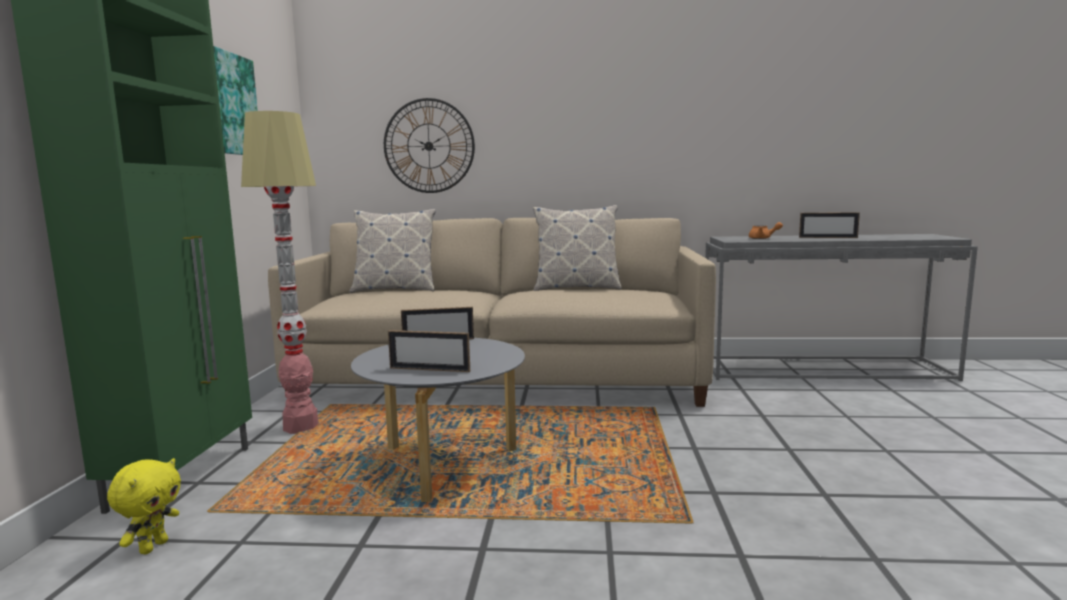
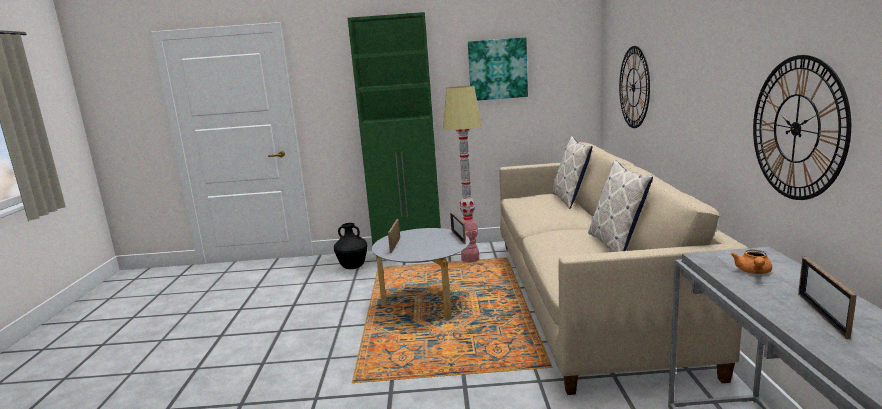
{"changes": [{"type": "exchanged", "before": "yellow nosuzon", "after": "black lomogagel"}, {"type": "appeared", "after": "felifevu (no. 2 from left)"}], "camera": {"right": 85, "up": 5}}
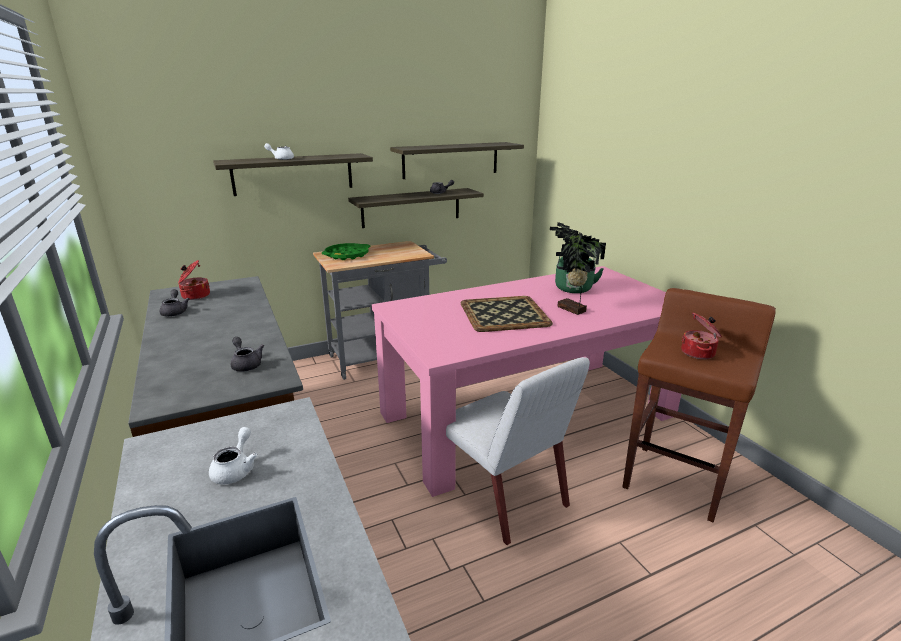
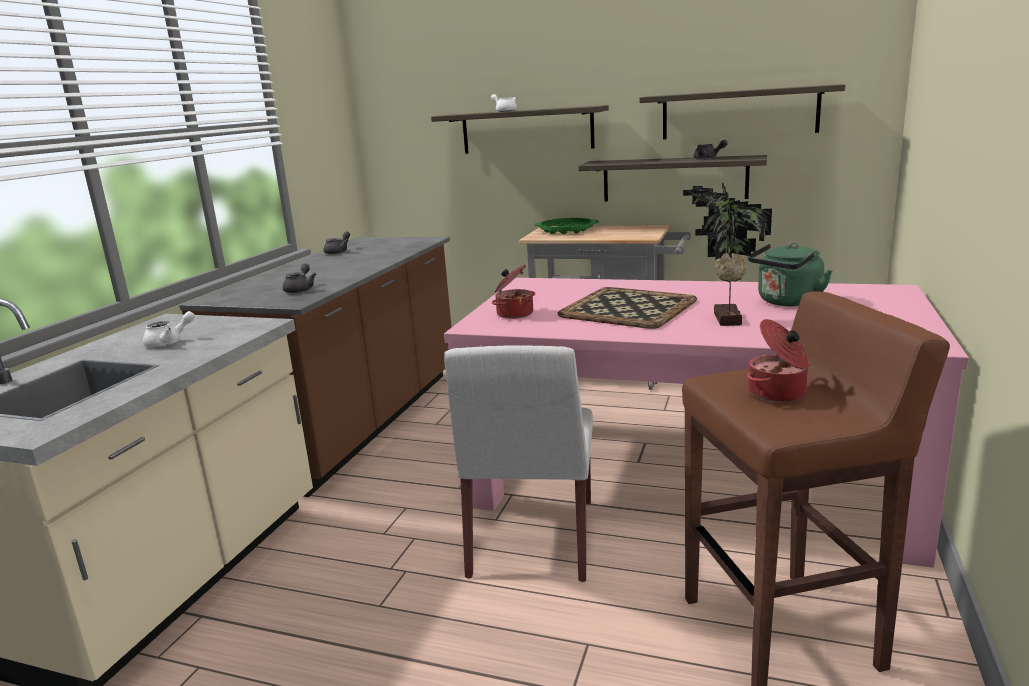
{"changes": [{"type": "relocated", "before": "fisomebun (no. 1 from left)"}], "camera": {"right": 45, "up": -5}}
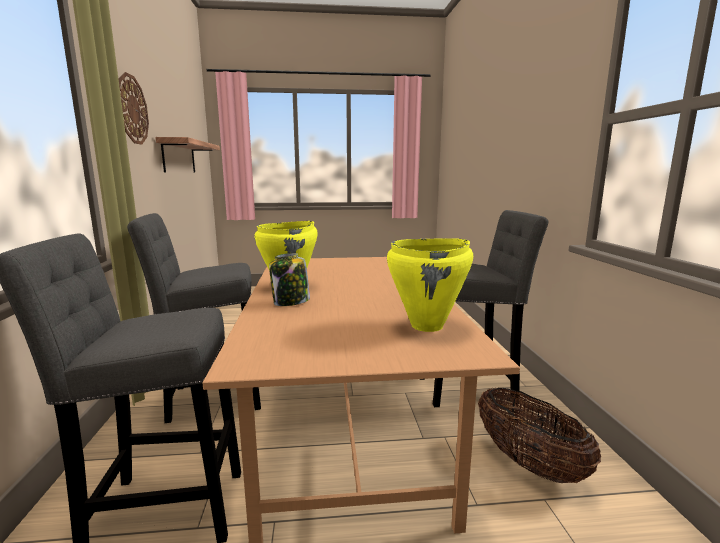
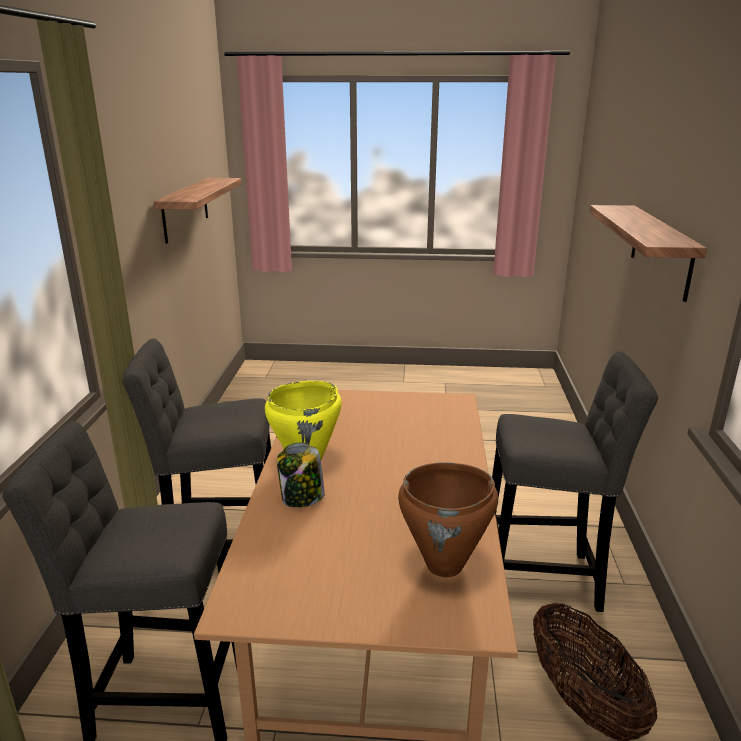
{"changes": [{"type": "colour", "before": "yellow fisomebun (no. 2 from left)", "after": "brown fisomebun"}, {"type": "appeared", "after": "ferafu (no. 2 from left)"}, {"type": "missing", "before": "felifevu"}], "camera": {"right": 10, "up": 10}}
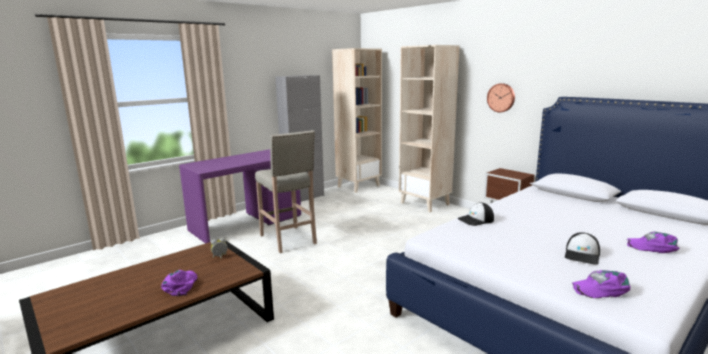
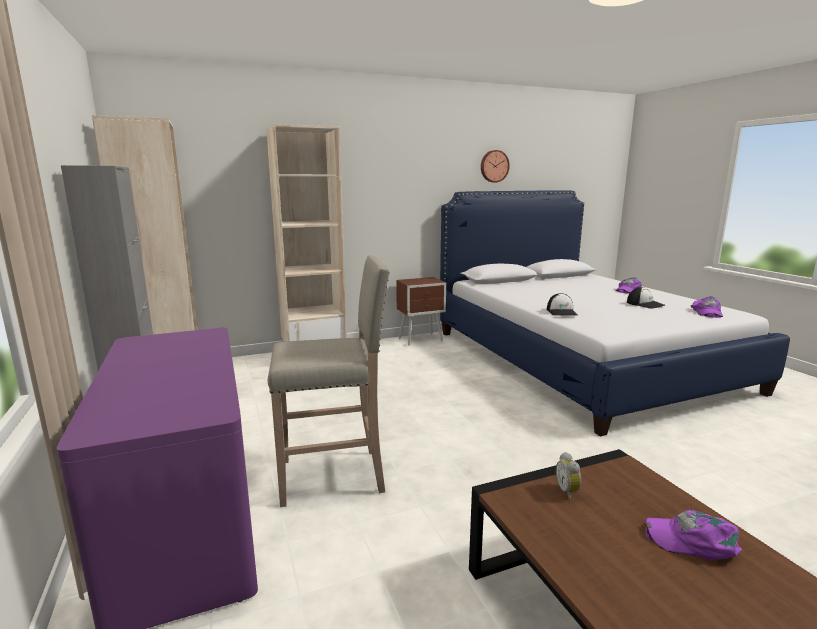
{"changes": [{"type": "relocated", "before": "felifevu"}], "camera": {"right": -70, "up": 0}}
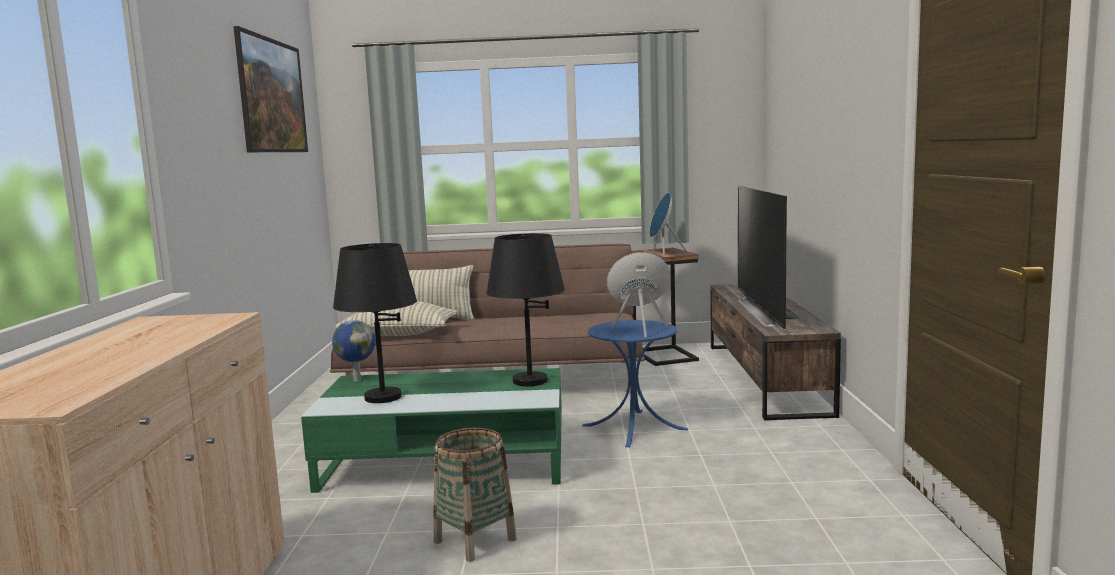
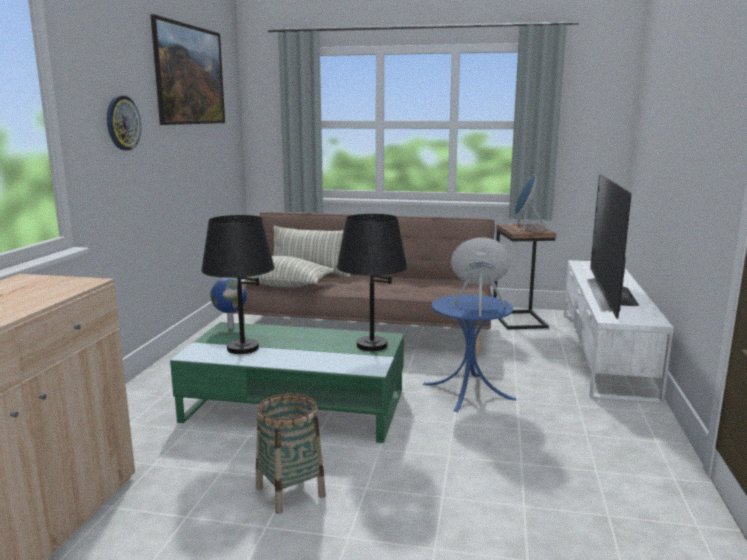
{"changes": [{"type": "appeared", "after": "felifevu"}, {"type": "colour", "before": "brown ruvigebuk", "after": "white ruvigebuk"}], "camera": {"right": 10, "up": 5}}
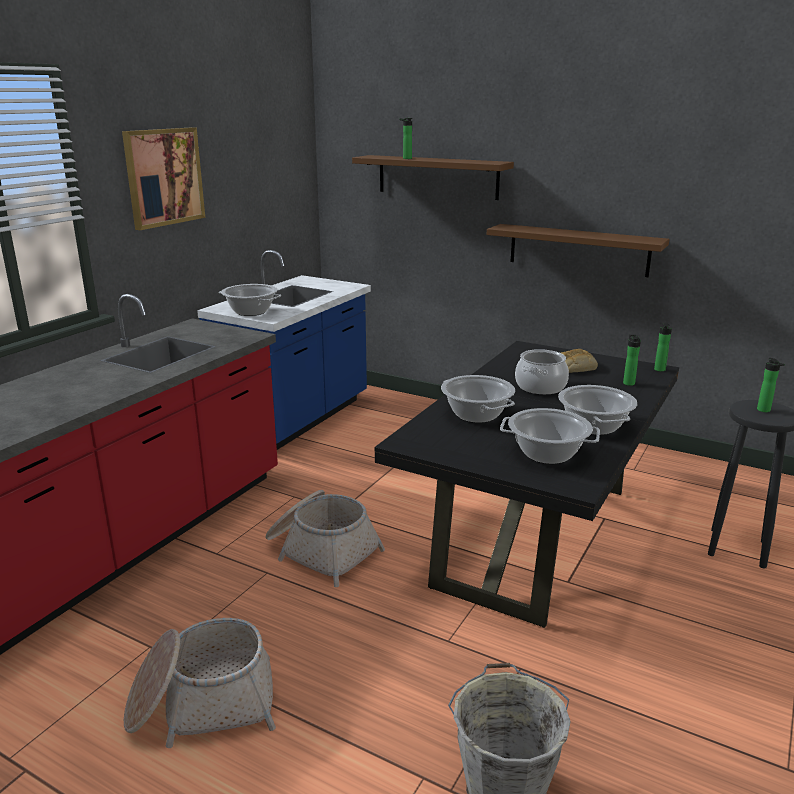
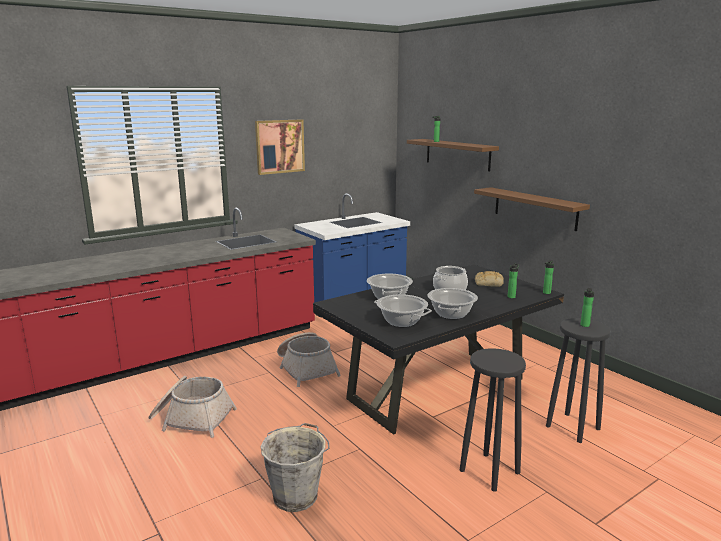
{"changes": [{"type": "appeared", "after": "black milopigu (no. 1 from left)"}, {"type": "missing", "before": "fisomebun (no. 1 from left)"}], "camera": {"right": 25, "up": -5}}
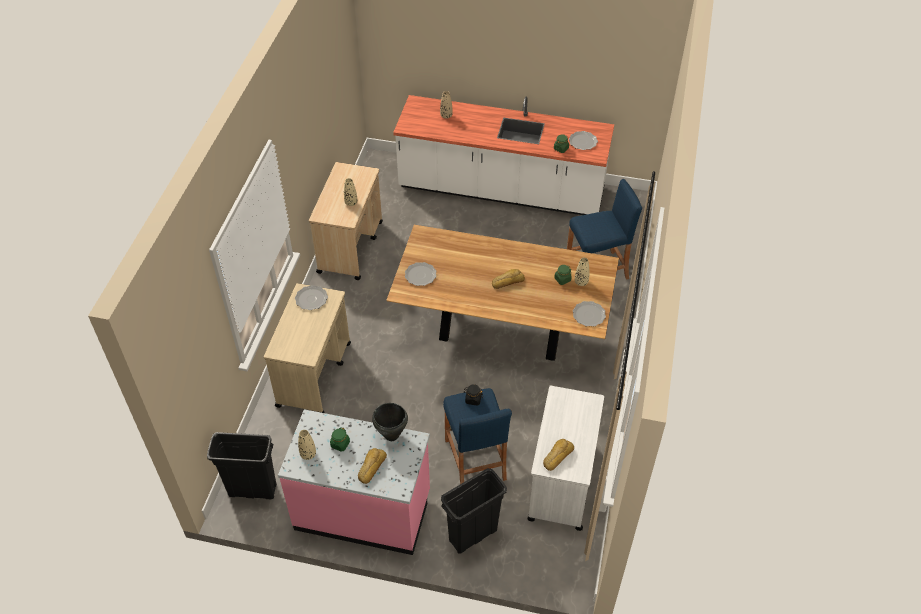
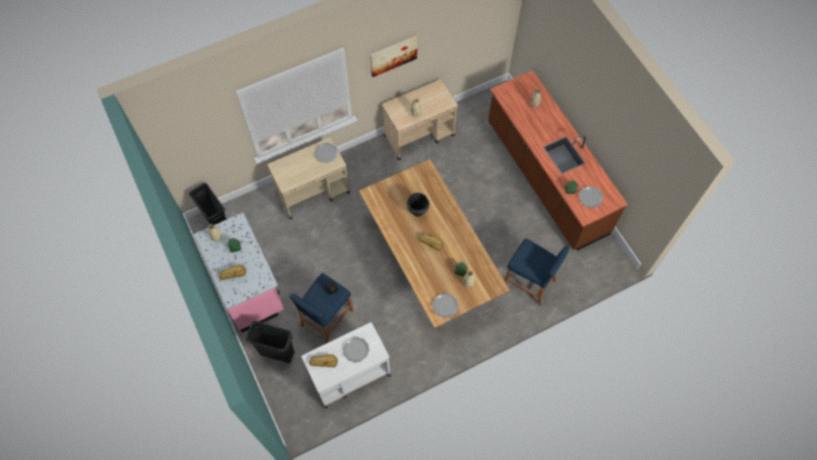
{"changes": [{"type": "relocated", "before": "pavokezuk (no. 2 from left)"}, {"type": "appeared", "after": "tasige"}, {"type": "relocated", "before": "black fisomebun"}, {"type": "colour", "before": "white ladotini", "after": "brown ladotini"}], "camera": {"right": 50, "up": 15}}
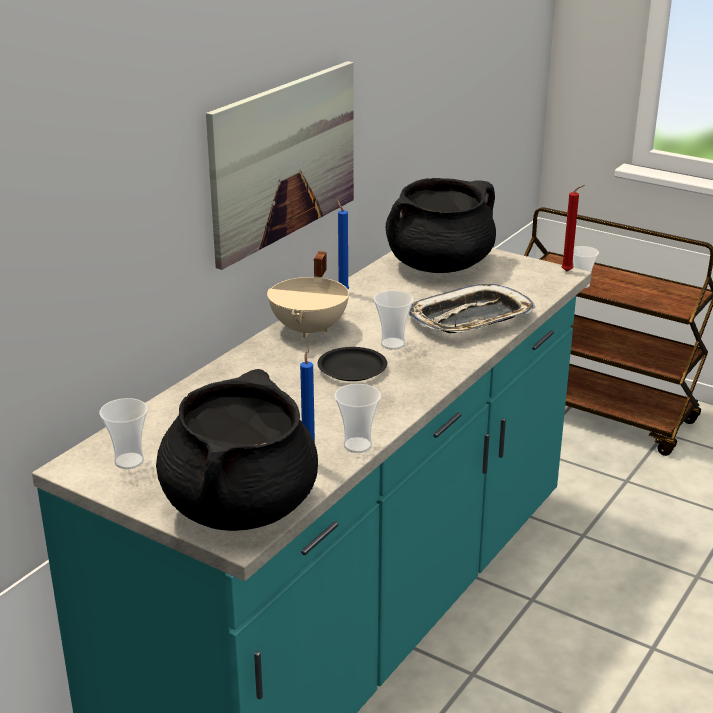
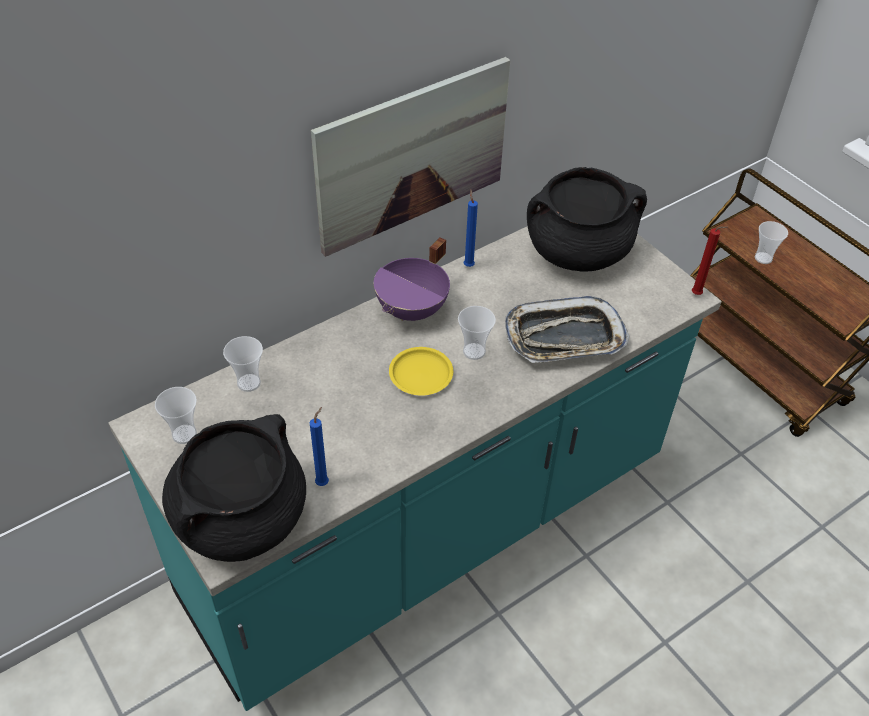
{"changes": [{"type": "relocated", "before": "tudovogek (no. 2 from left)"}, {"type": "colour", "before": "beige fisomebun", "after": "purple fisomebun"}, {"type": "colour", "before": "black pavokezuk", "after": "yellow pavokezuk"}], "camera": {"right": 20, "up": 20}}
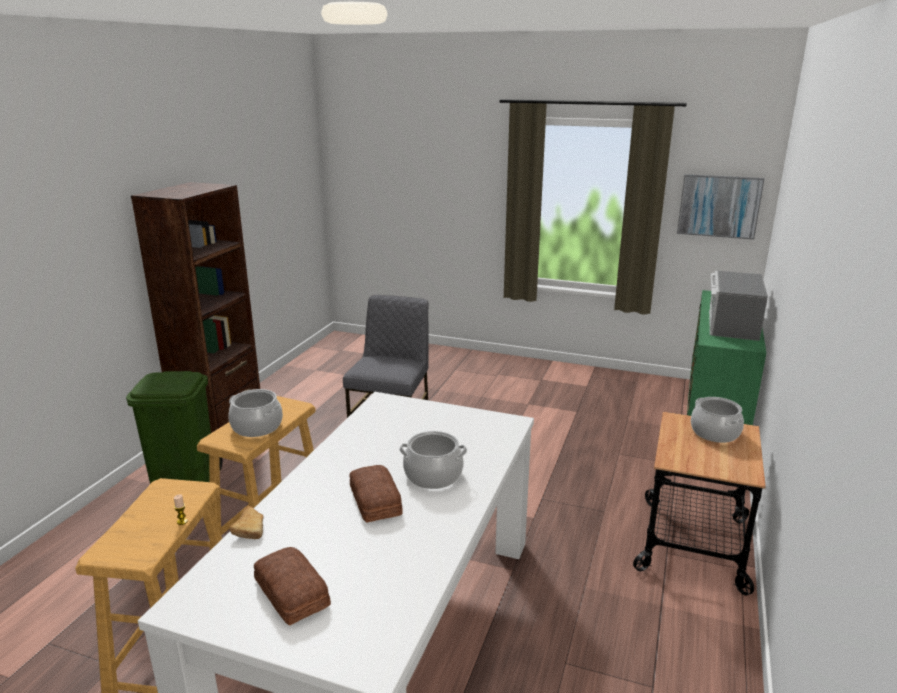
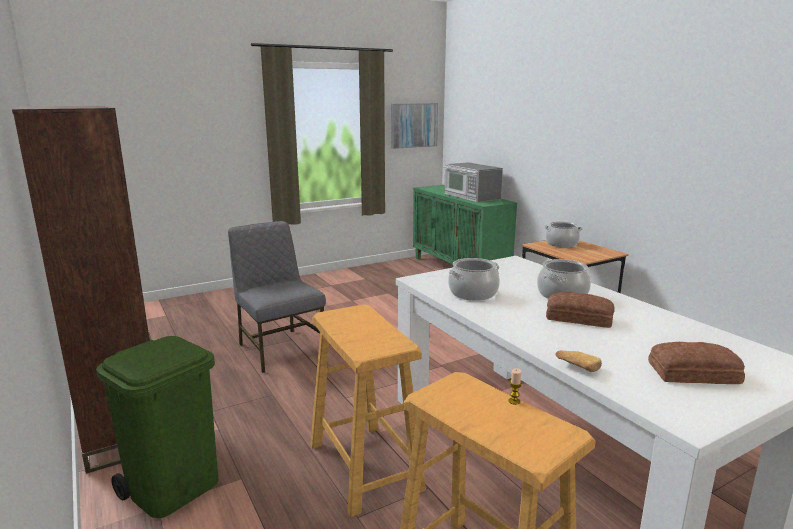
{"changes": [{"type": "relocated", "before": "fisomebun (no. 1 from left)"}], "camera": {"right": -50, "up": -5}}
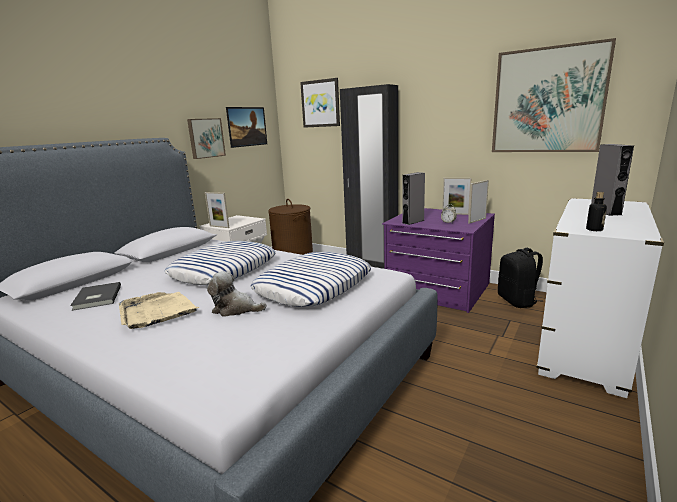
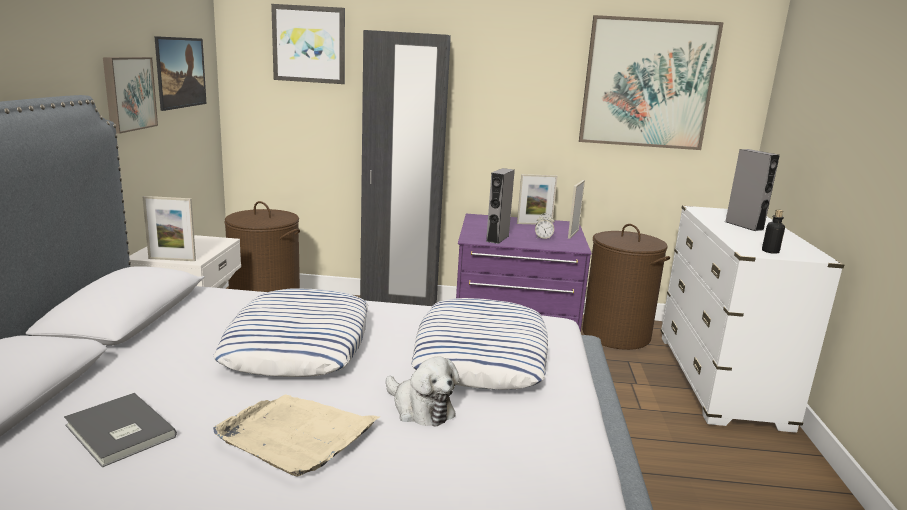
{"changes": [{"type": "spun", "before": "nosuzon", "turn": -120}, {"type": "exchanged", "before": "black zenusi", "after": "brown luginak (no. 2 from left)"}], "camera": {"right": -30, "up": 0}}
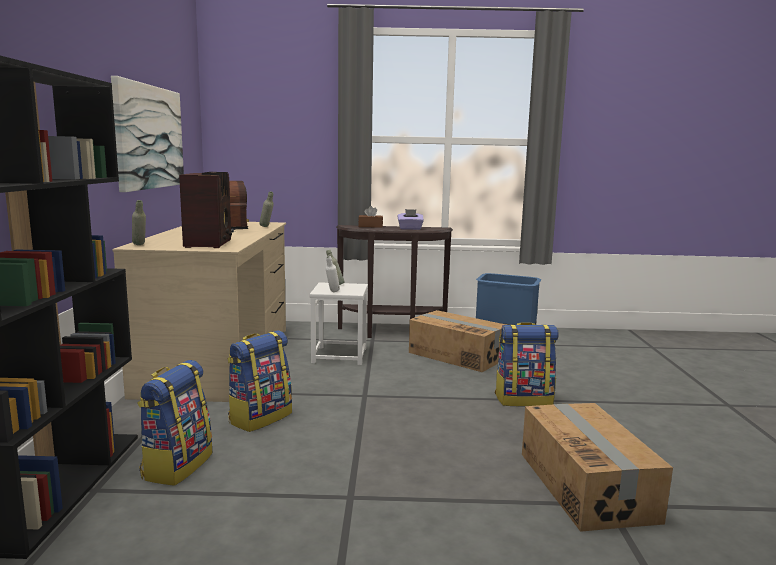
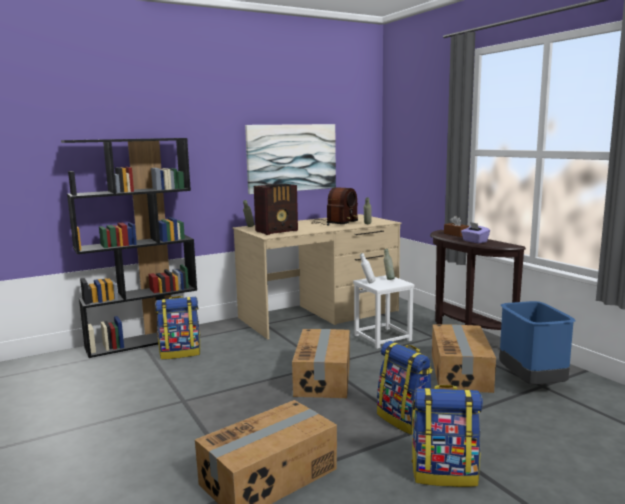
{"changes": [{"type": "appeared", "after": "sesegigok (no. 2 from left)"}, {"type": "relocated", "before": "zenusi (no. 2 from left in the first image)", "after": "zenusi (no. 3 from left)"}], "camera": {"right": 60, "up": 0}}
